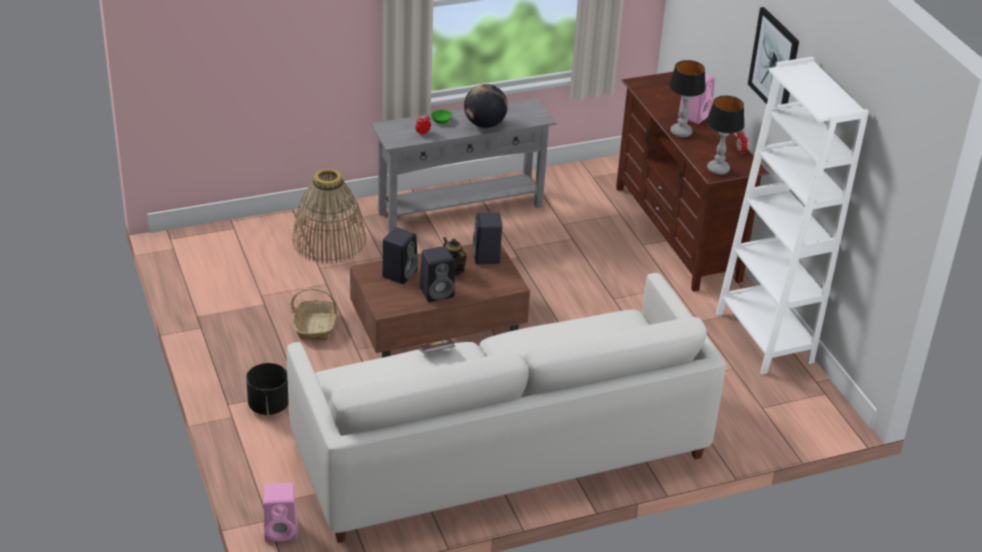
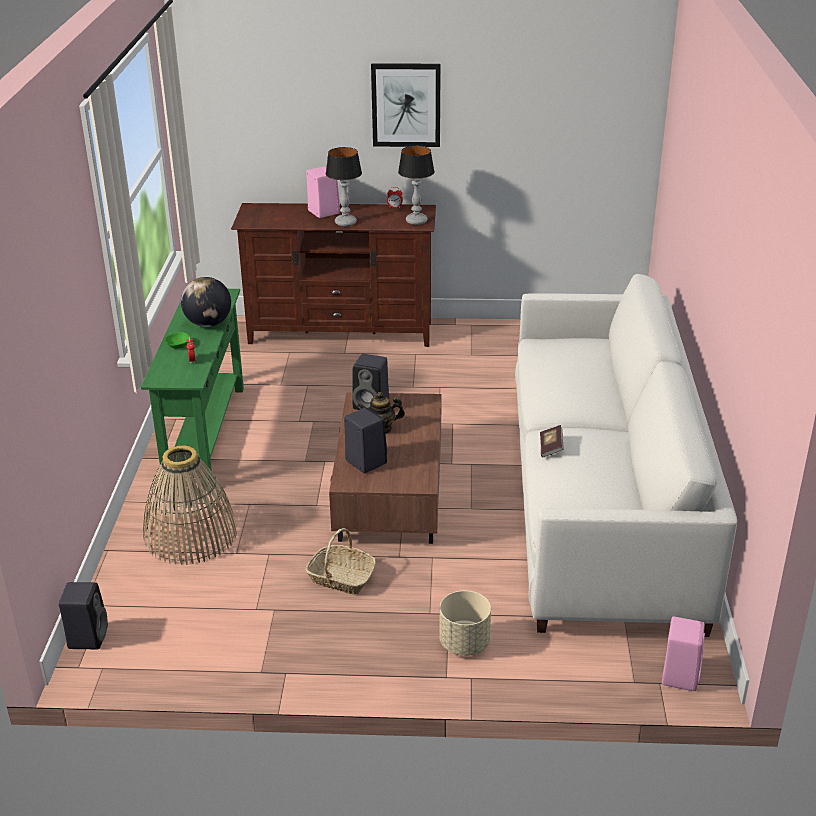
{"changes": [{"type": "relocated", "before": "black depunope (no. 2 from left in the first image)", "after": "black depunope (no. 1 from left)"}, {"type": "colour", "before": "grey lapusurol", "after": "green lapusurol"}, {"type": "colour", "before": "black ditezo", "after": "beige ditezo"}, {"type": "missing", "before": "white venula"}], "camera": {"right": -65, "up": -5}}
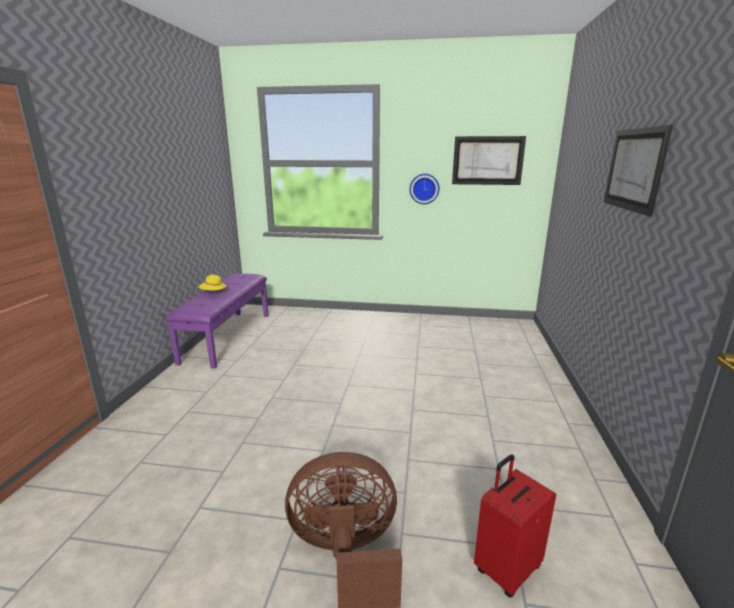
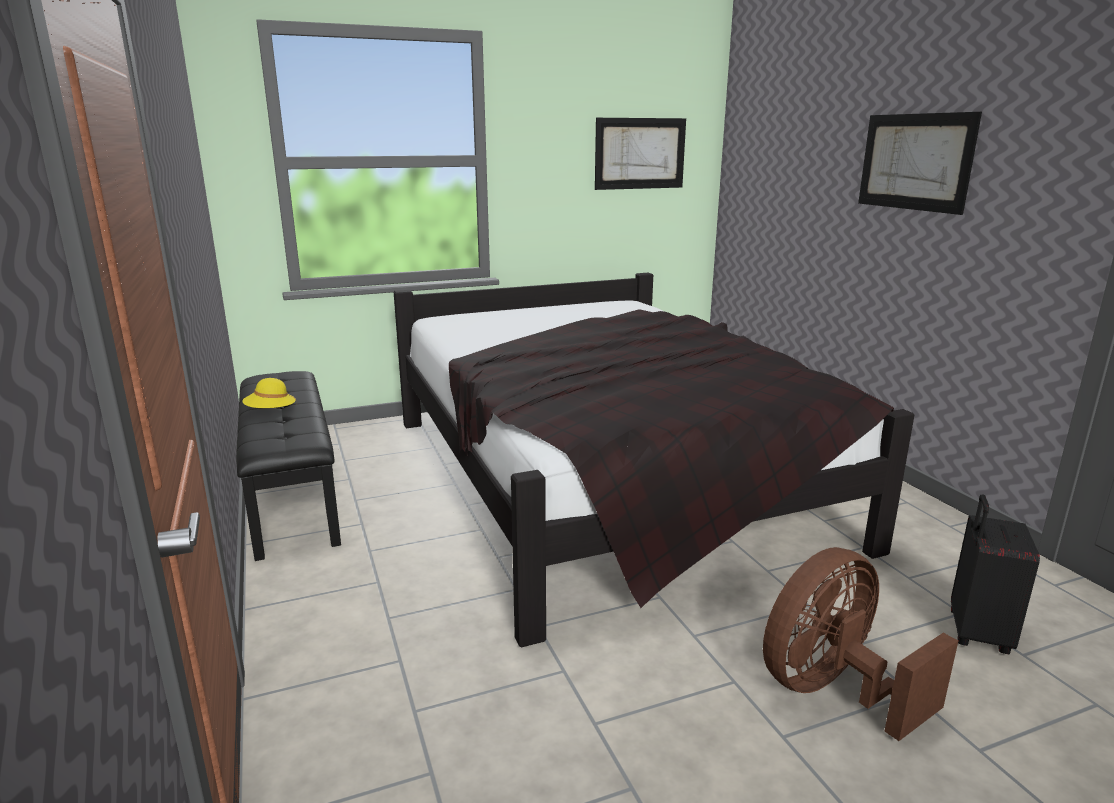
{"changes": [{"type": "colour", "before": "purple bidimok", "after": "black bidimok"}, {"type": "appeared", "after": "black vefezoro"}, {"type": "colour", "before": "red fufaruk", "after": "black fufaruk"}, {"type": "missing", "before": "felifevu"}], "camera": {"right": -30, "up": 0}}
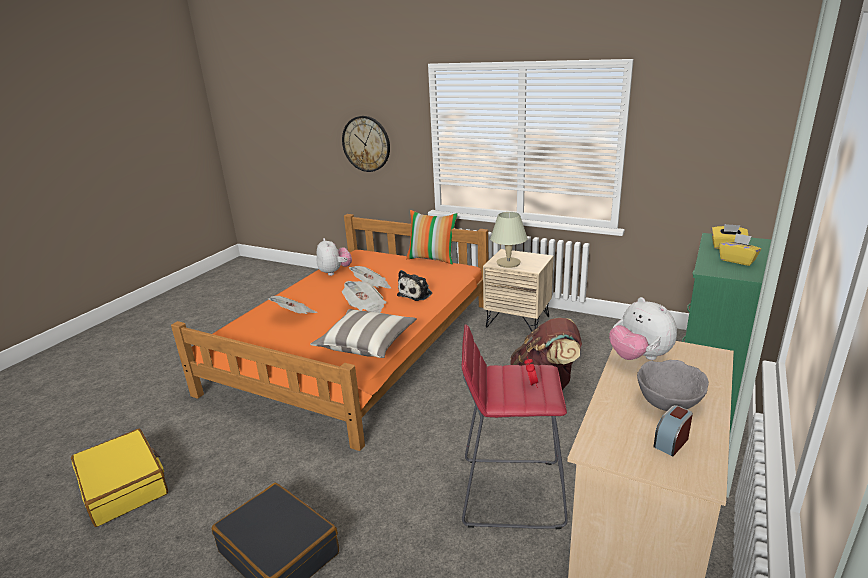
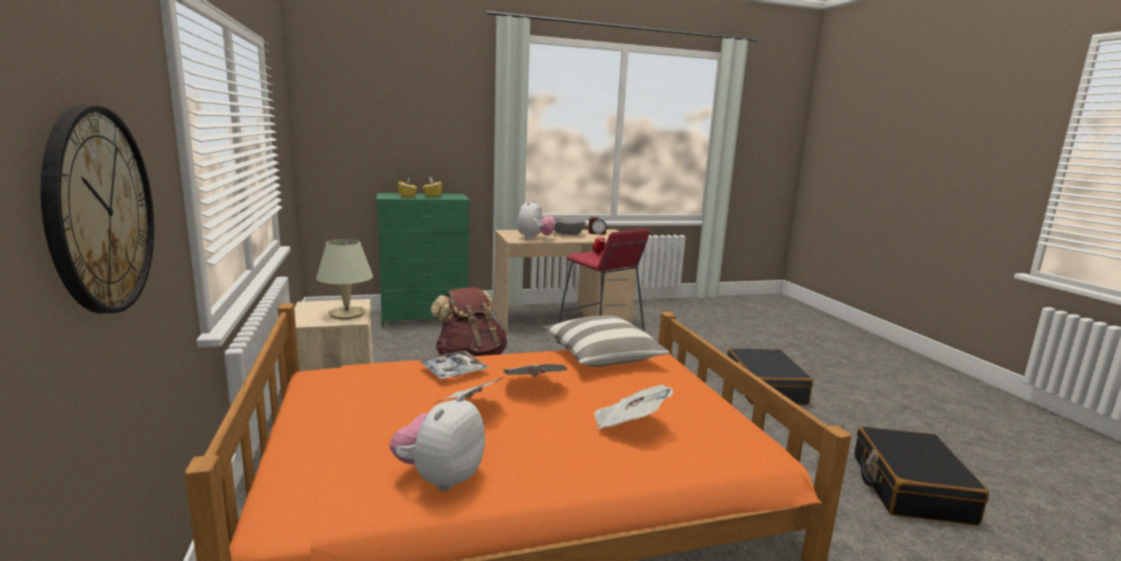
{"changes": [{"type": "exchanged", "before": "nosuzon (no. 2 from left)", "after": "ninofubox"}, {"type": "colour", "before": "yellow fufaruk", "after": "black fufaruk (no. 2 from left)"}, {"type": "missing", "before": "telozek (no. 2 from left)"}], "camera": {"right": -135, "up": -10}}
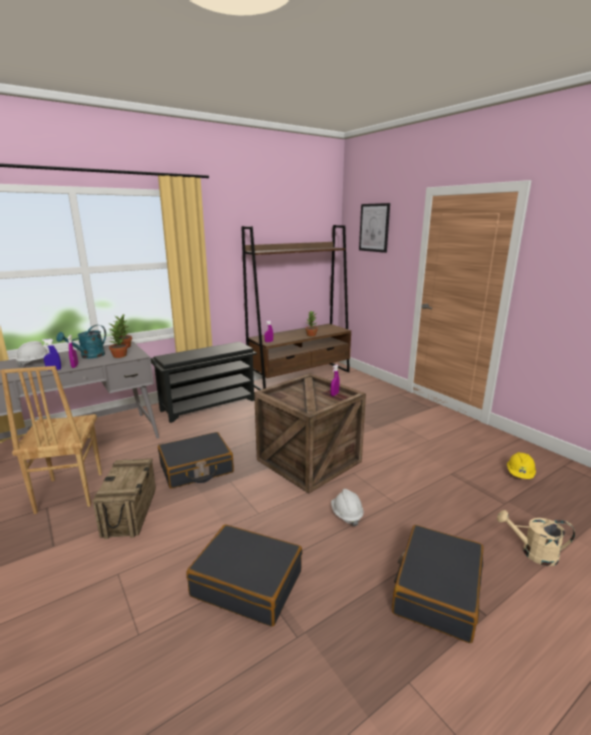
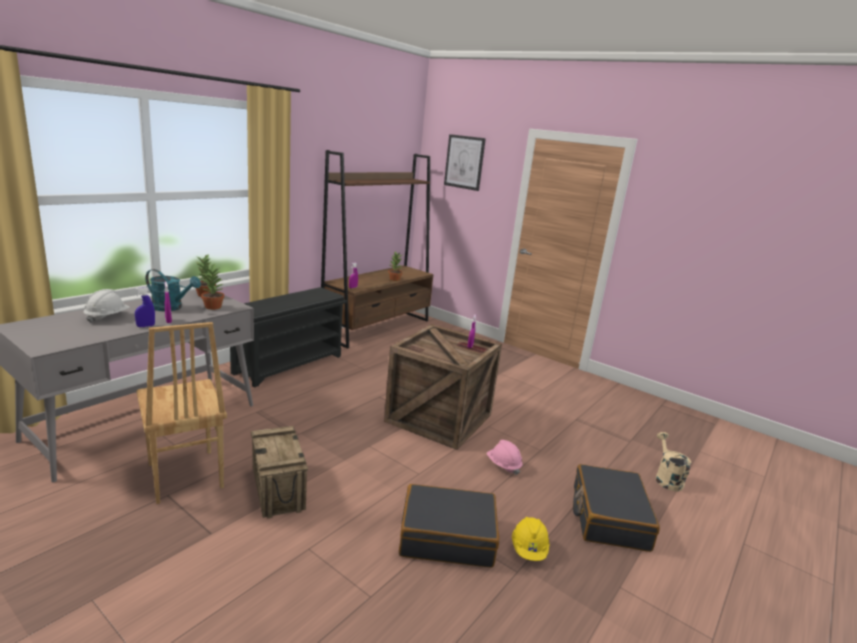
{"changes": [{"type": "spun", "before": "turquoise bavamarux", "turn": -90}, {"type": "colour", "before": "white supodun (no. 2 from left)", "after": "pink supodun"}, {"type": "relocated", "before": "yellow supodun"}, {"type": "spun", "before": "beige bavamarux", "turn": 90}, {"type": "missing", "before": "black fufaruk (no. 1 from left)"}], "camera": {"right": -20, "up": 0}}
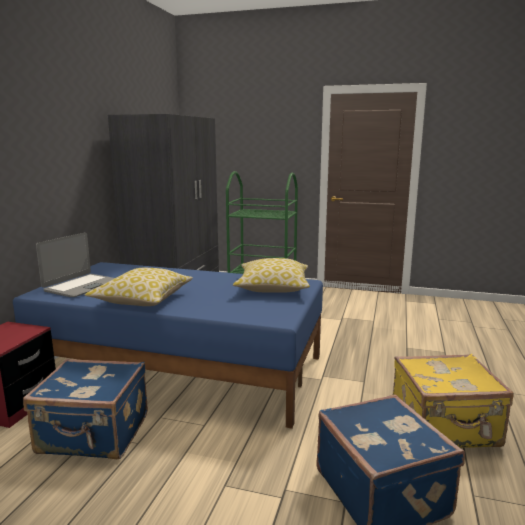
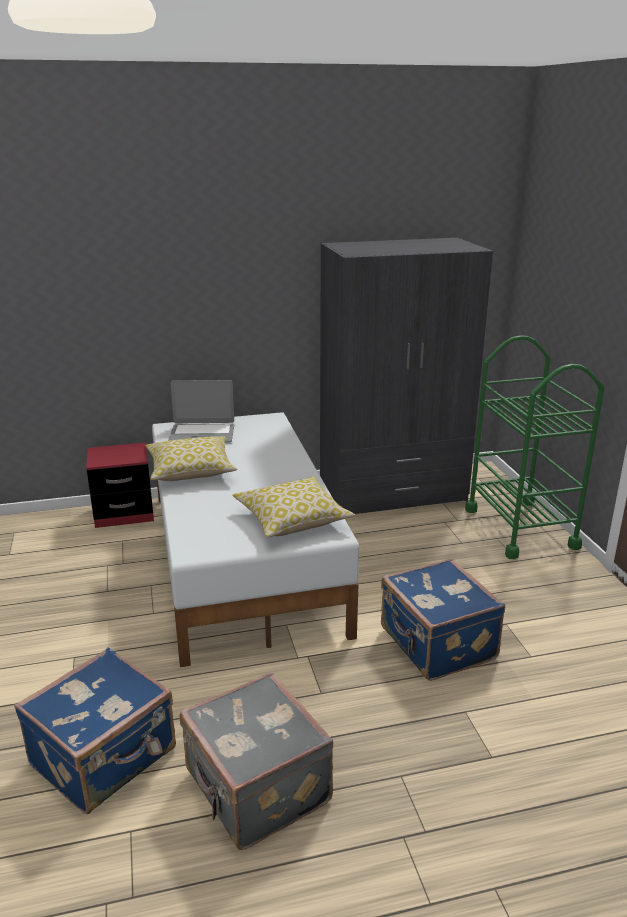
{"changes": [{"type": "colour", "before": "blue vefezoro", "after": "white vefezoro"}, {"type": "colour", "before": "yellow fufaruk", "after": "grey fufaruk"}, {"type": "relocated", "before": "blue fufaruk (no. 1 from left in the first image)", "after": "blue fufaruk (no. 2 from left)"}], "camera": {"right": 60, "up": 10}}
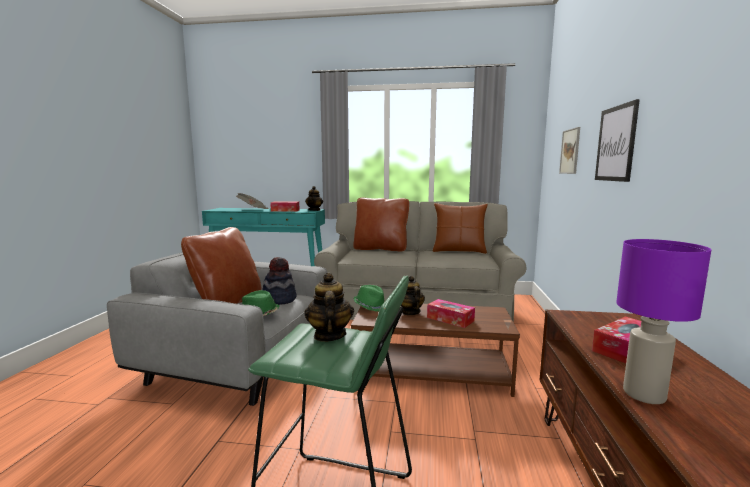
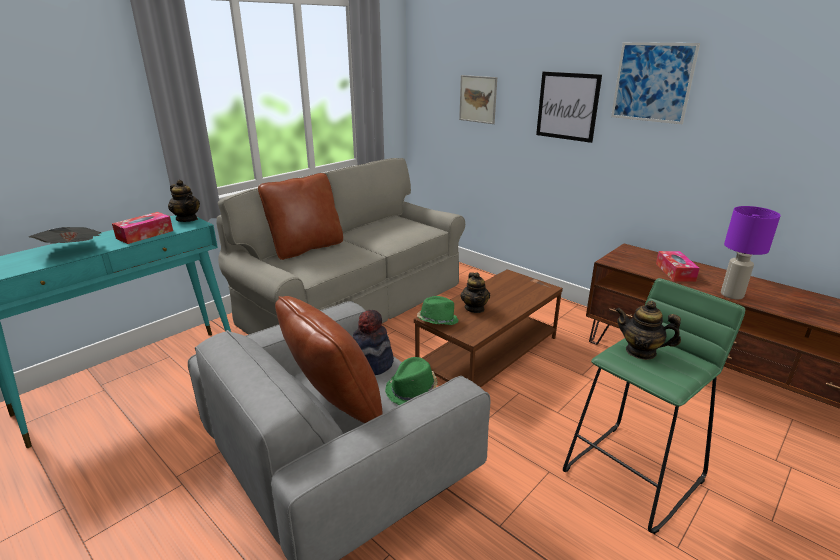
{"changes": [{"type": "spun", "before": "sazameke (no. 3 from left in the first image)", "turn": -120}, {"type": "appeared", "after": "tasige (no. 3 from left)"}, {"type": "missing", "before": "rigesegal (no. 2 from left)"}, {"type": "missing", "before": "brown telozek (no. 3 from left)"}], "camera": {"right": -55, "up": 15}}
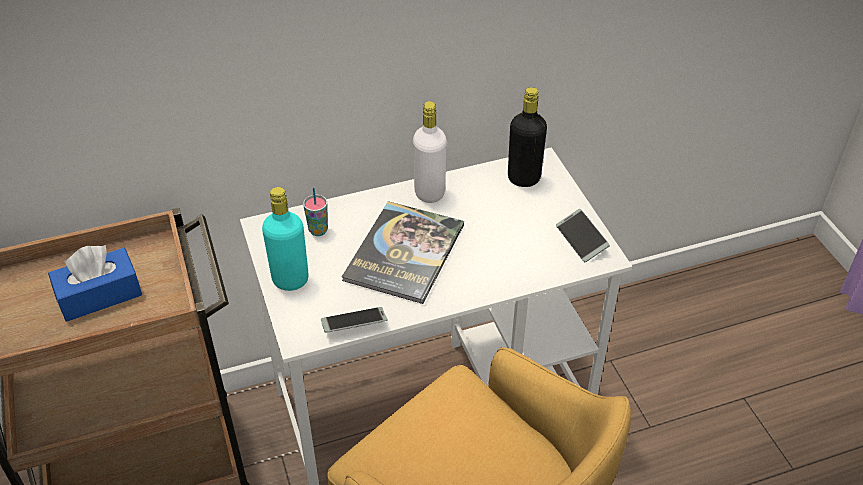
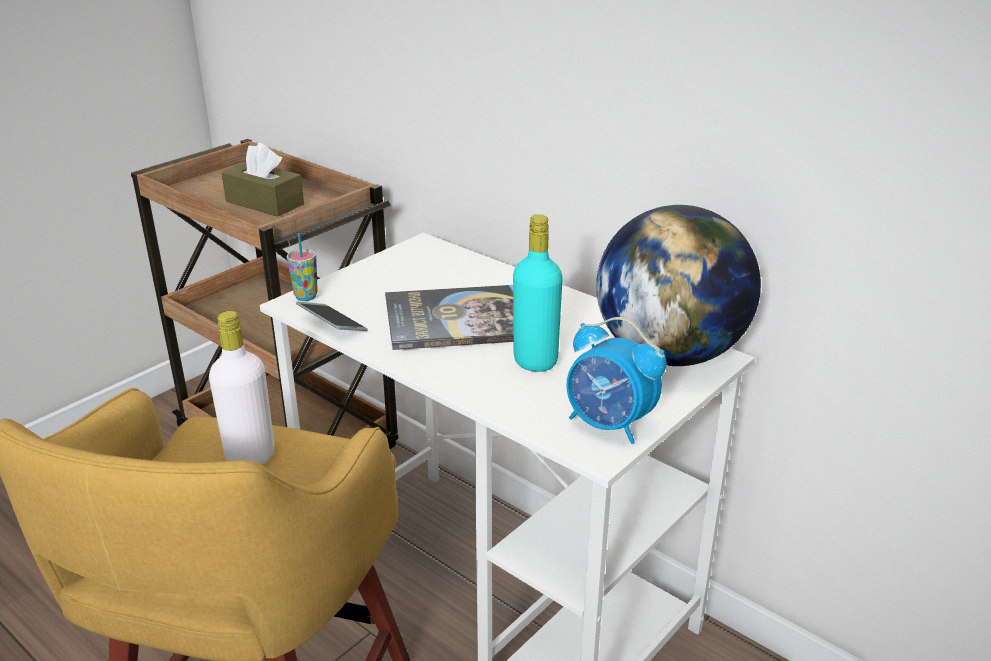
{"changes": [{"type": "relocated", "before": "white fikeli"}, {"type": "colour", "before": "blue rigesegal", "after": "brown rigesegal"}, {"type": "relocated", "before": "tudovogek"}, {"type": "relocated", "before": "turquoise fikeli"}, {"type": "exchanged", "before": "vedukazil (no. 2 from left)", "after": "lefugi"}, {"type": "exchanged", "before": "black fikeli", "after": "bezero"}], "camera": {"right": 60, "up": -15}}
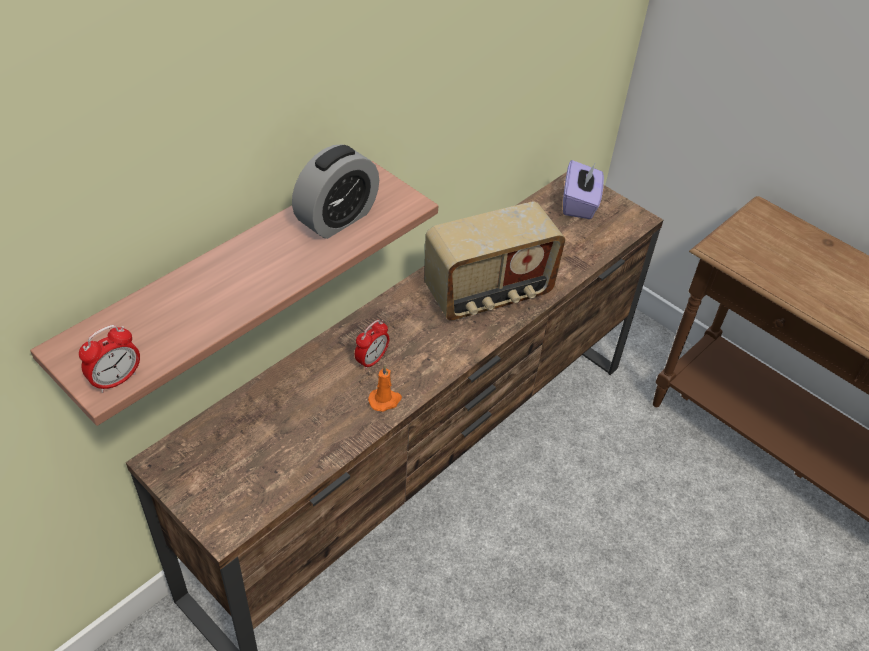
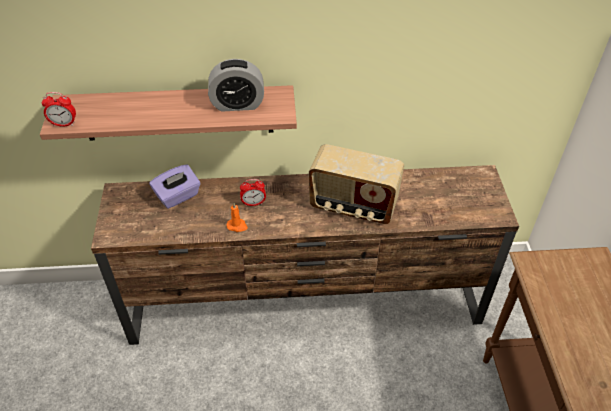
{"changes": [{"type": "relocated", "before": "purple rigesegal"}], "camera": {"right": 45, "up": 0}}
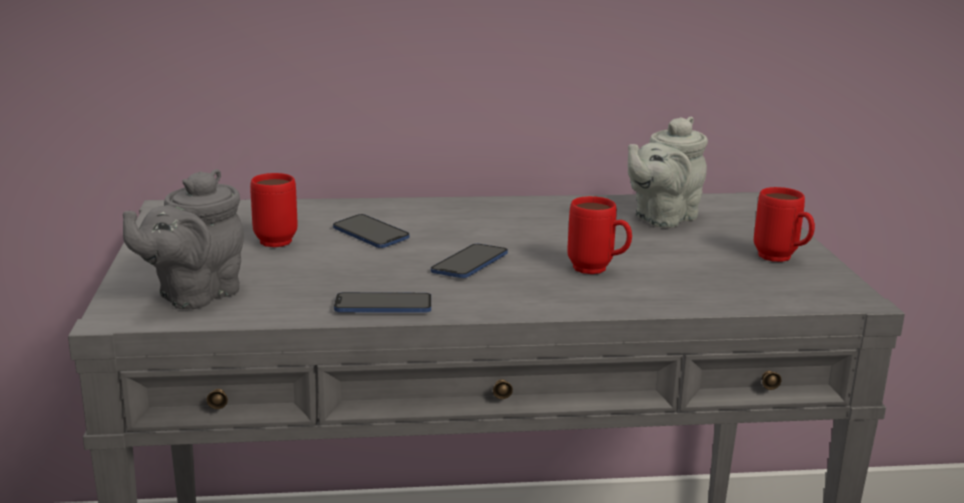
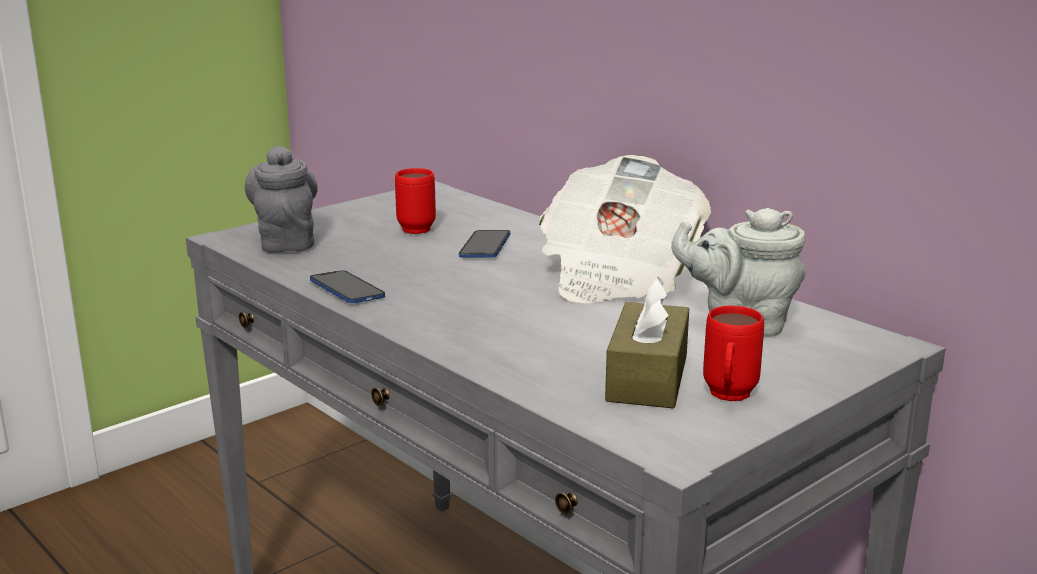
{"changes": [{"type": "spun", "before": "grey sazameke (no. 1 from left)", "turn": 75}, {"type": "appeared", "after": "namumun"}, {"type": "appeared", "after": "brown rigesegal"}, {"type": "missing", "before": "vedukazil (no. 3 from left)"}, {"type": "missing", "before": "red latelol (no. 2 from left)"}], "camera": {"right": 55, "up": 0}}
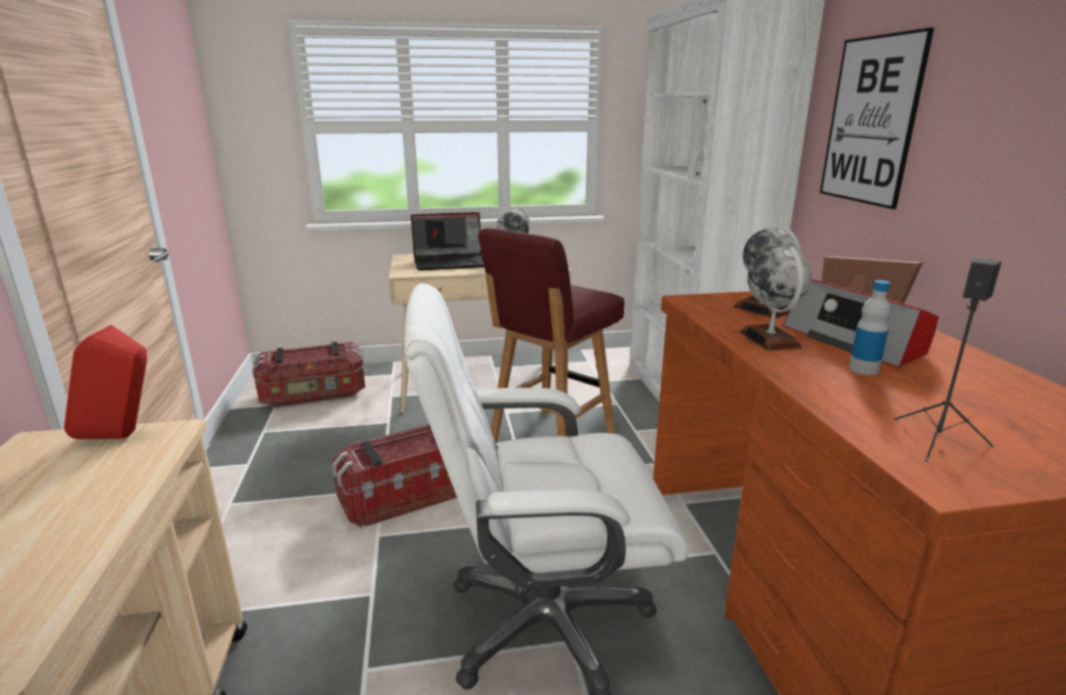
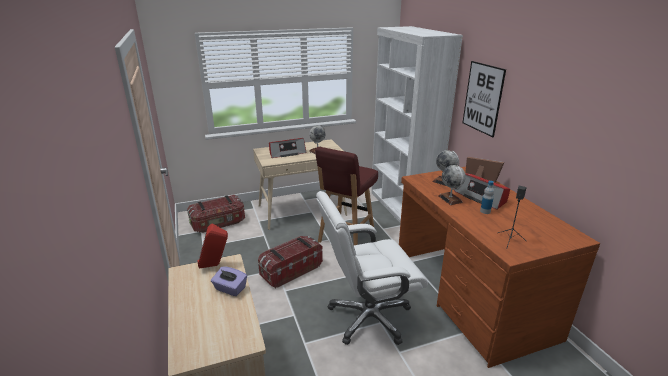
{"changes": [{"type": "appeared", "after": "purple rigesegal"}, {"type": "exchanged", "before": "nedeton", "after": "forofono (no. 1 from left)"}], "camera": {"right": -10, "up": 5}}
